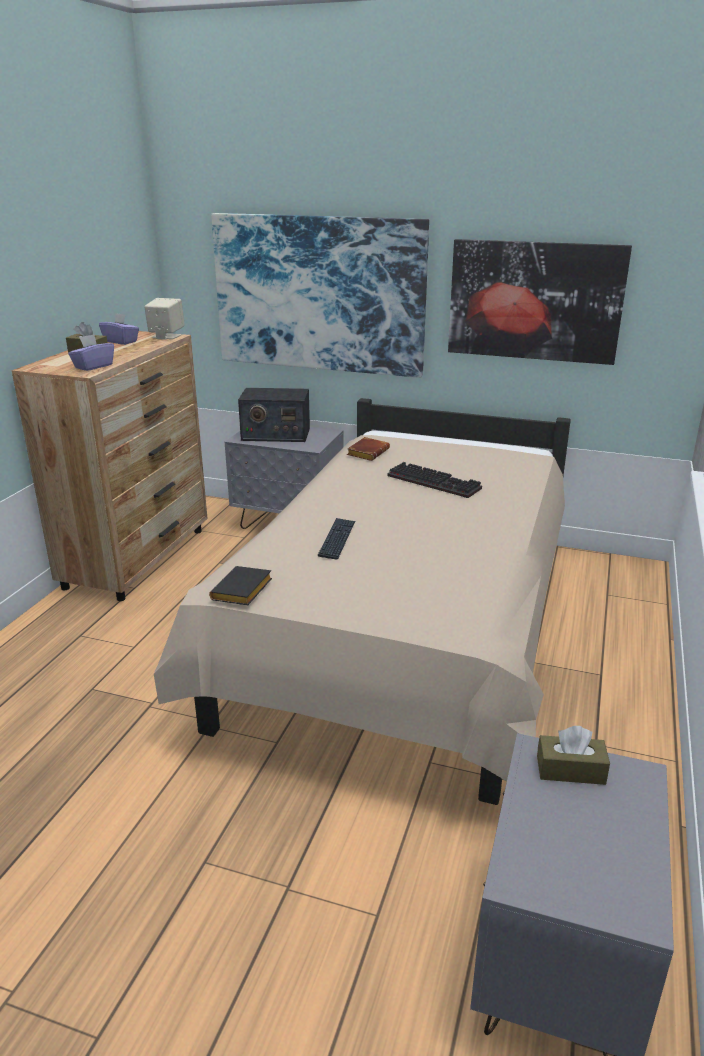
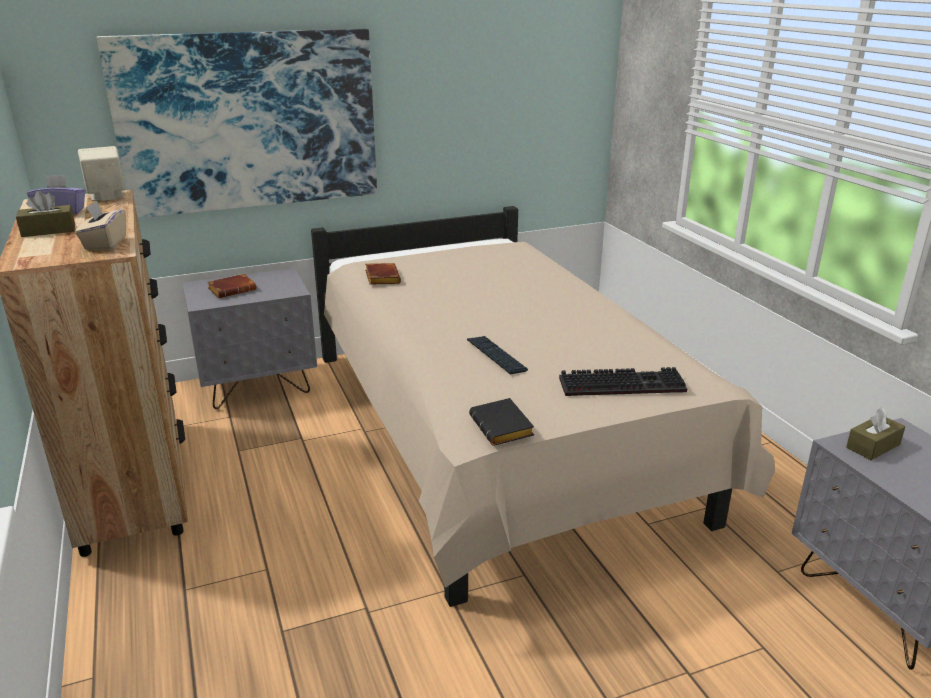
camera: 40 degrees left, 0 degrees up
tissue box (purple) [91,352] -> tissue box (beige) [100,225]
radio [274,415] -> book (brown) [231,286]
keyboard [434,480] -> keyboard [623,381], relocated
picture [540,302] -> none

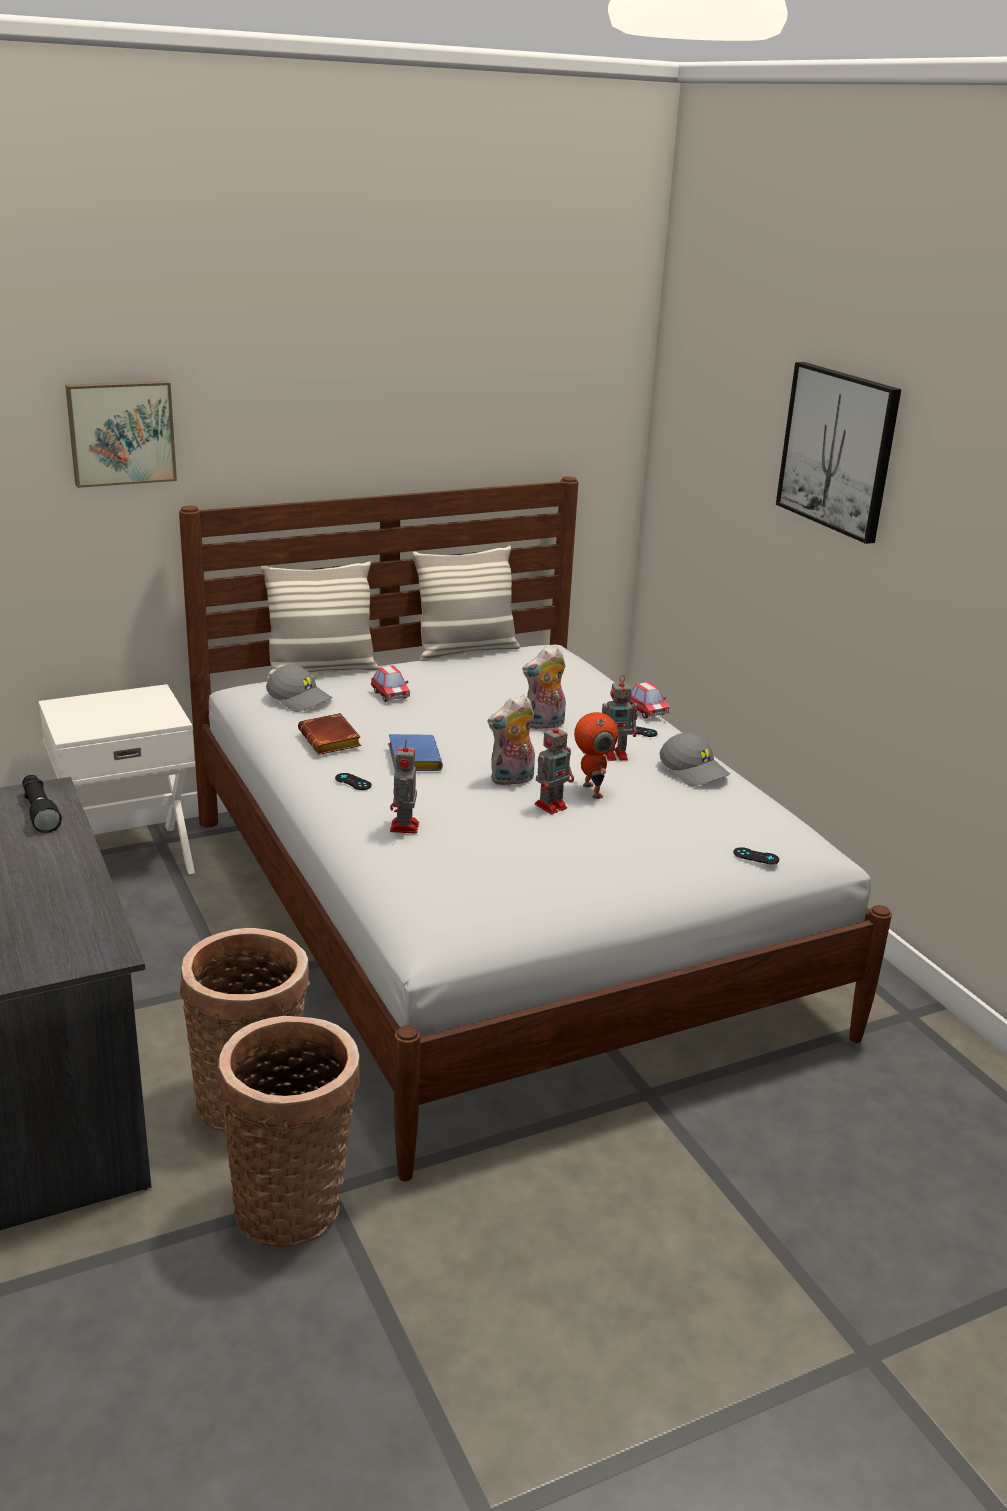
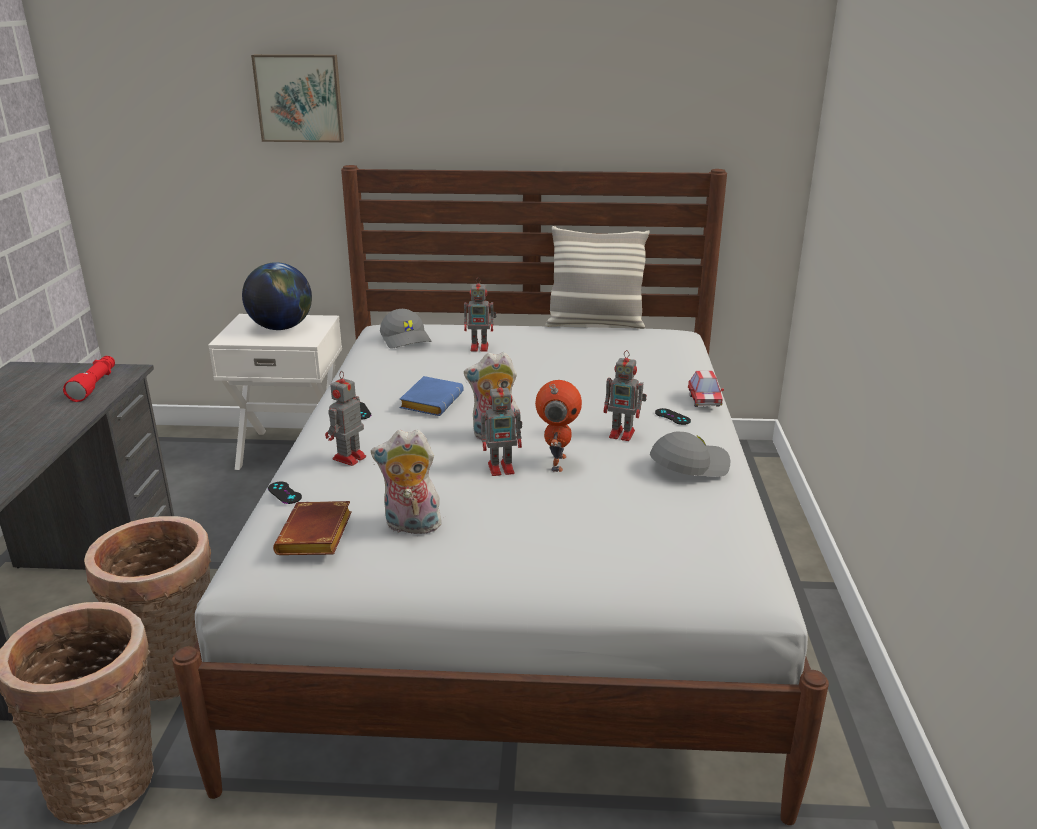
camera: 30 degrees right, 0 degrees up
flashlight (black) [42,804] -> flashlight (red) [89,379]
none -> globe [277,296]
game controller (black) [756,855] -> game controller (black) [285,493], relocated
book (brown) [329,734] -> book (brown) [312,528], relocated
plush toy [544,687] -> plush toy [406,481], relocated
toy car [390,684] -> toy robot [480,314]
cap (grey) [695,759] -> cap (grey) [690,454], 105 degrees counterclockwise
pillow [320,620] -> none
picture [838,453] -> none

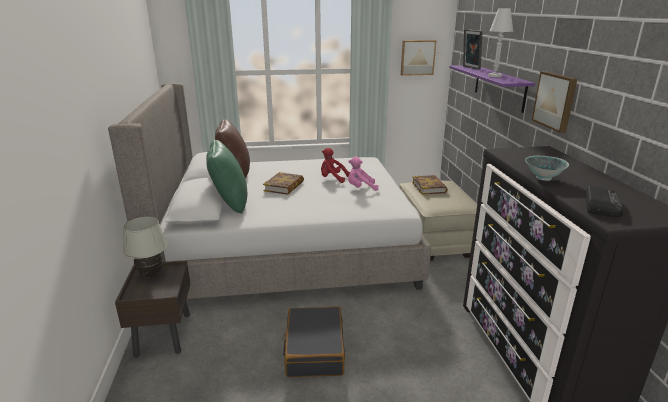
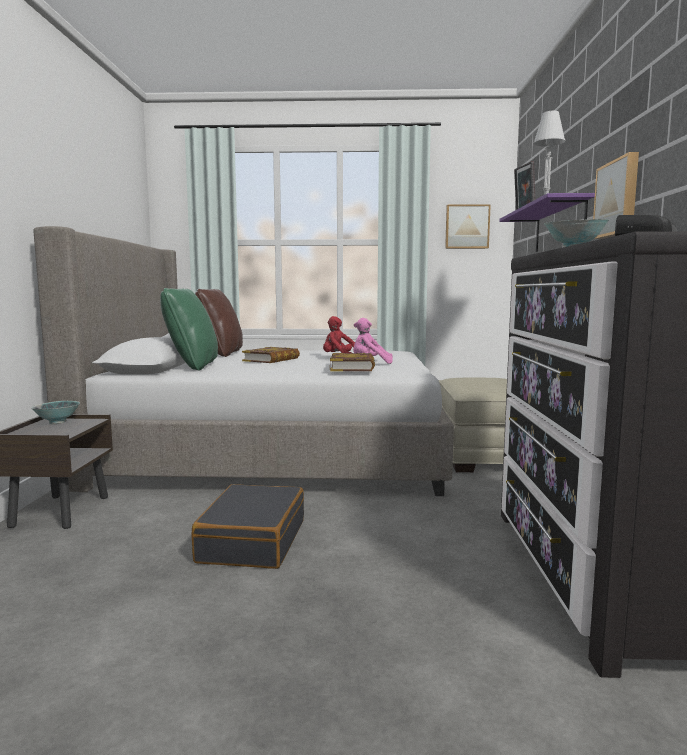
camera: 10 degrees right, 15 degrees down
table lamp (white) [145,247] -> bowl [55,412]
book [430,185] -> book [352,362], relocated

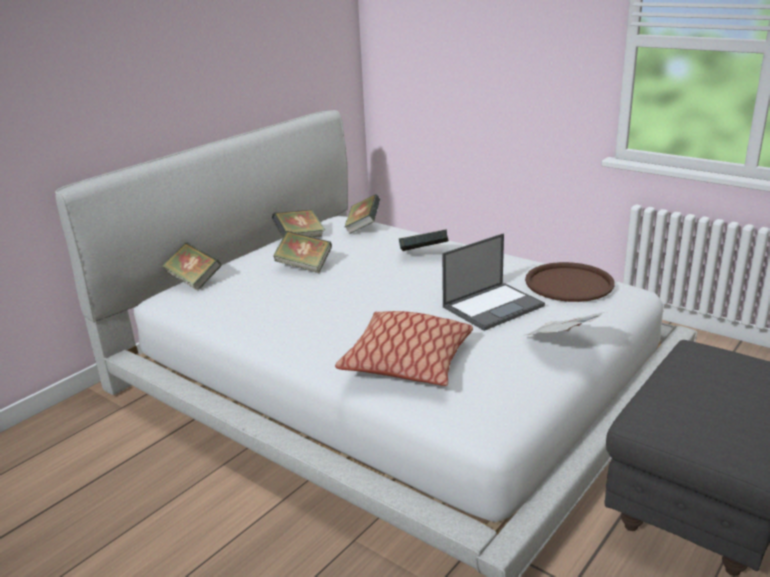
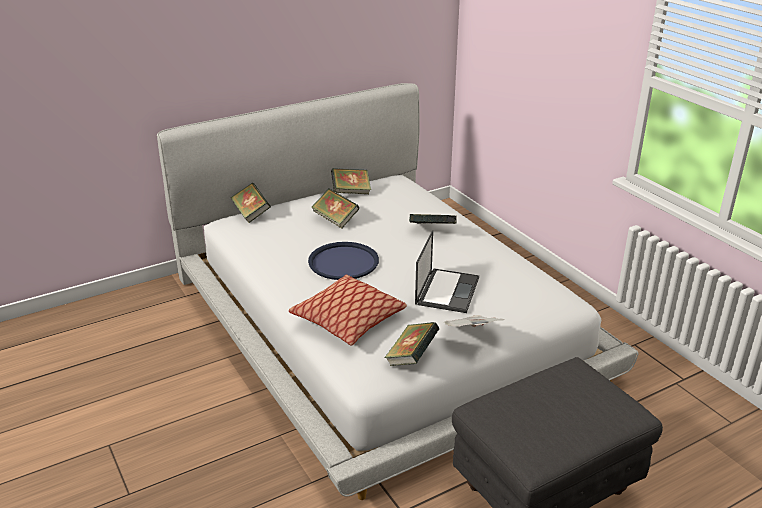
camera: 20 degrees right, 5 degrees up
none -> tray (blue) [343,261]
book [362,214] -> book [412,344], relocated
laptop [493,282] -> laptop [447,271], 60 degrees counterclockwise
tray (brown) [570,282] -> none

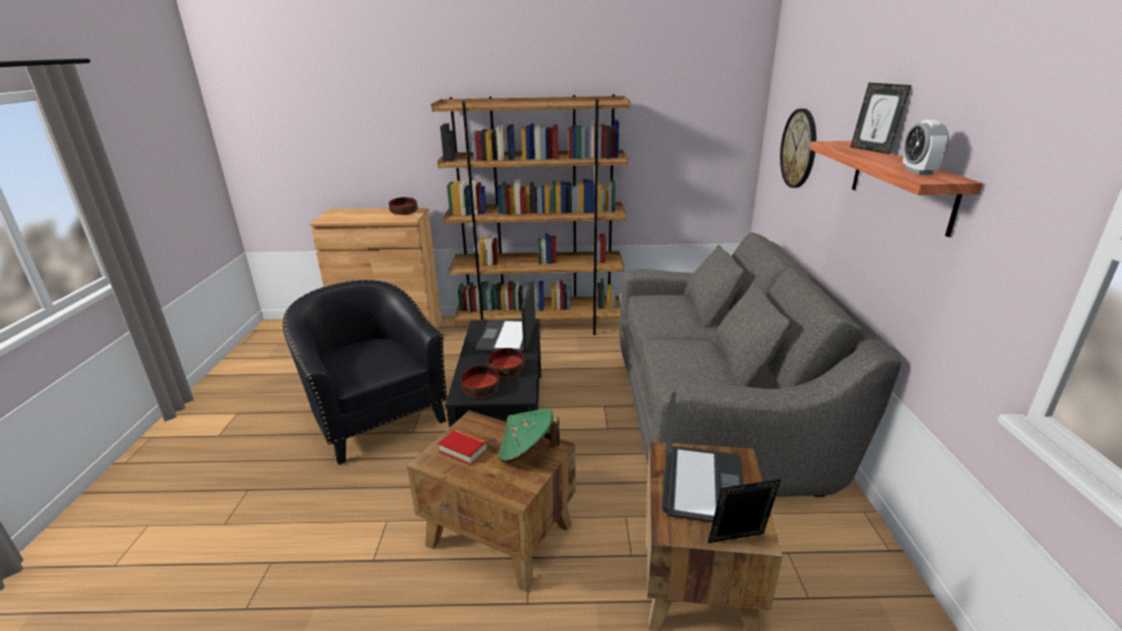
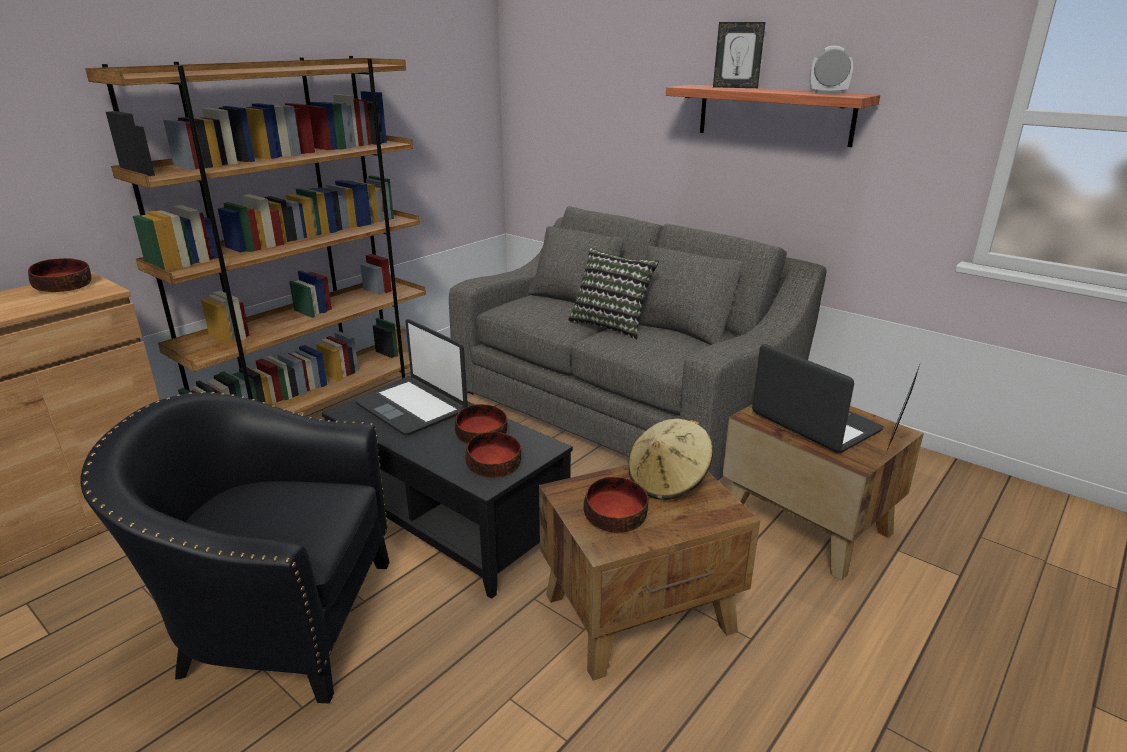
camera: 50 degrees left, 0 degrees up
none -> pillow [613,294]
book [463,447] -> bowl [616,505]
hat (green) [529,436] -> hat (beige) [670,459]
alarm clock [926,147] -> alarm clock [831,70], 150 degrees clockwise
wall clock [798,148] -> none

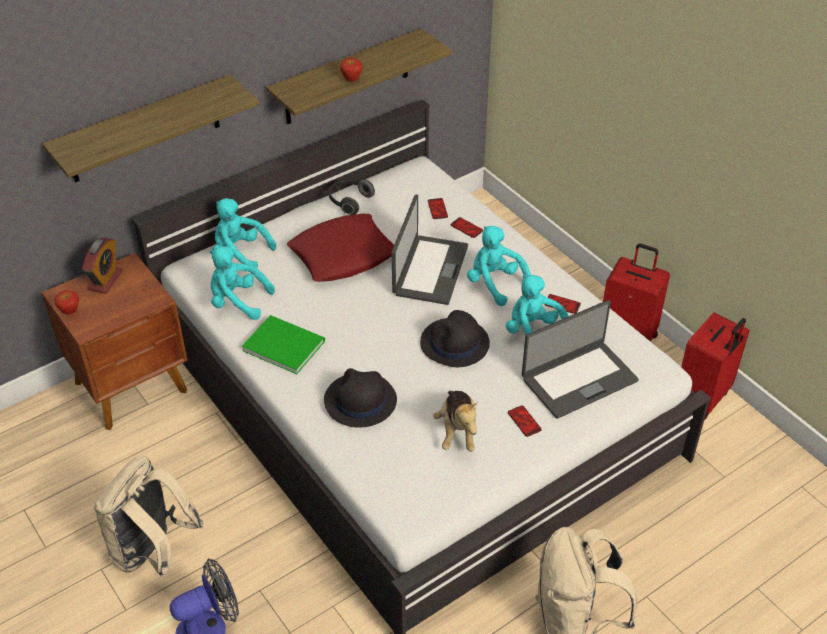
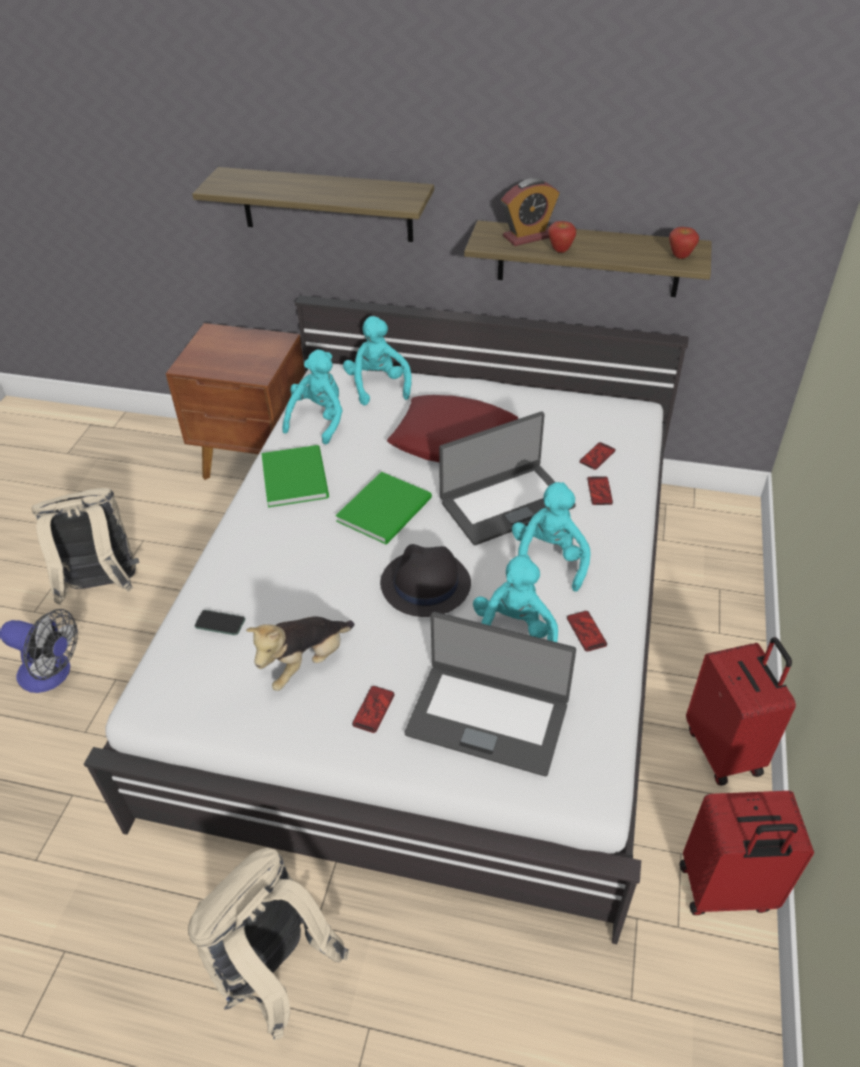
camera: 50 degrees right, 0 degrees up
none -> phone [220,622]
plush toy (turquoise) [242,283] -> plush toy (turquoise) [312,396], 45 degrees clockwise
none -> book (green) [384,508]
alarm clock [102,266] -> alarm clock [530,212], relocated
apple [66,302] -> apple [684,243], relocated
hat (black) [360,398] -> none
headphones [352,197] -> none

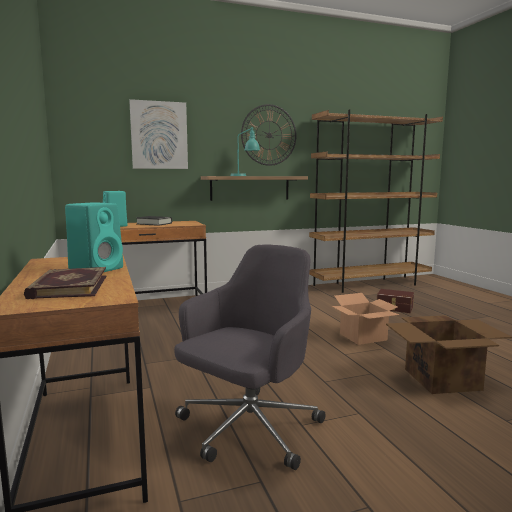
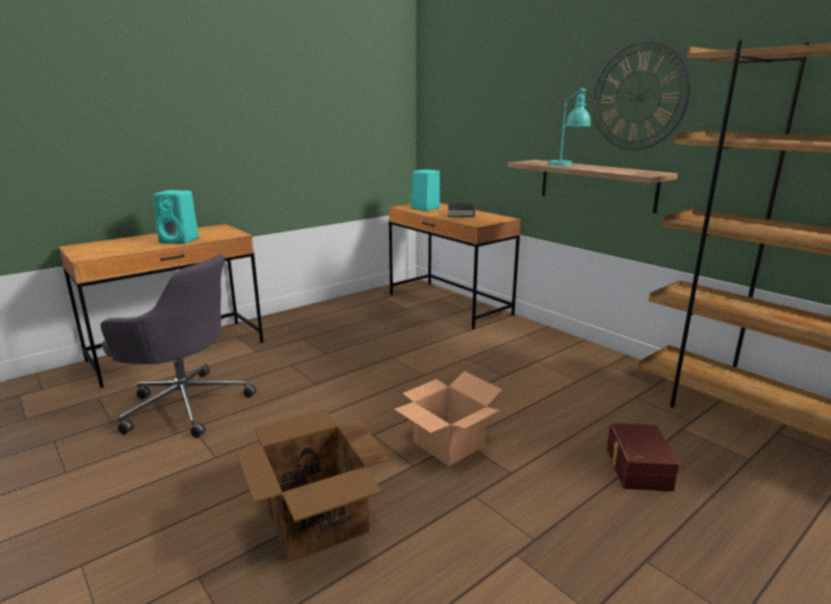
camera: 70 degrees right, 10 degrees up
book [65,283] -> none
picture [158,134] -> none

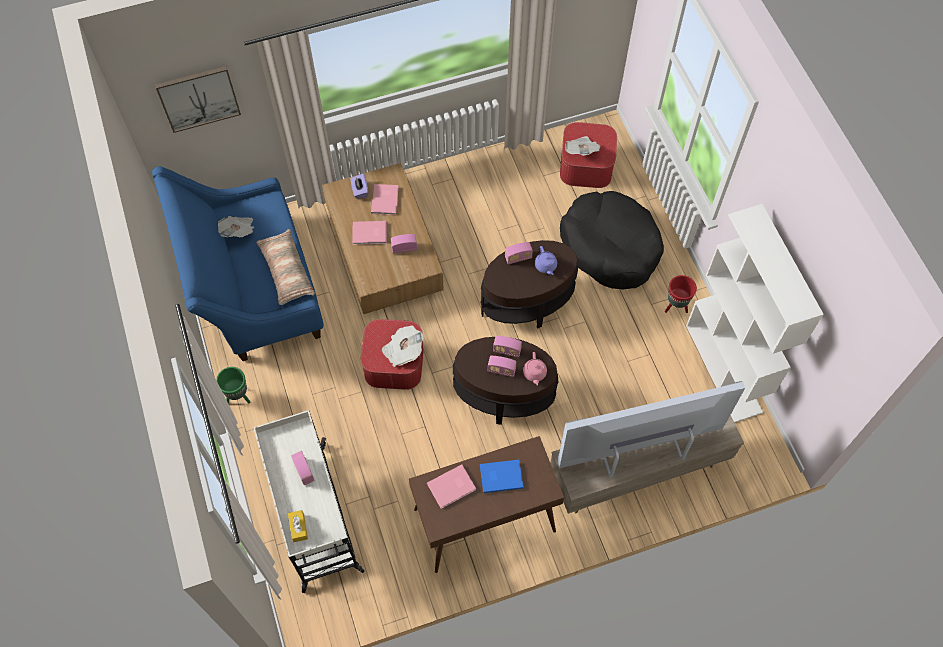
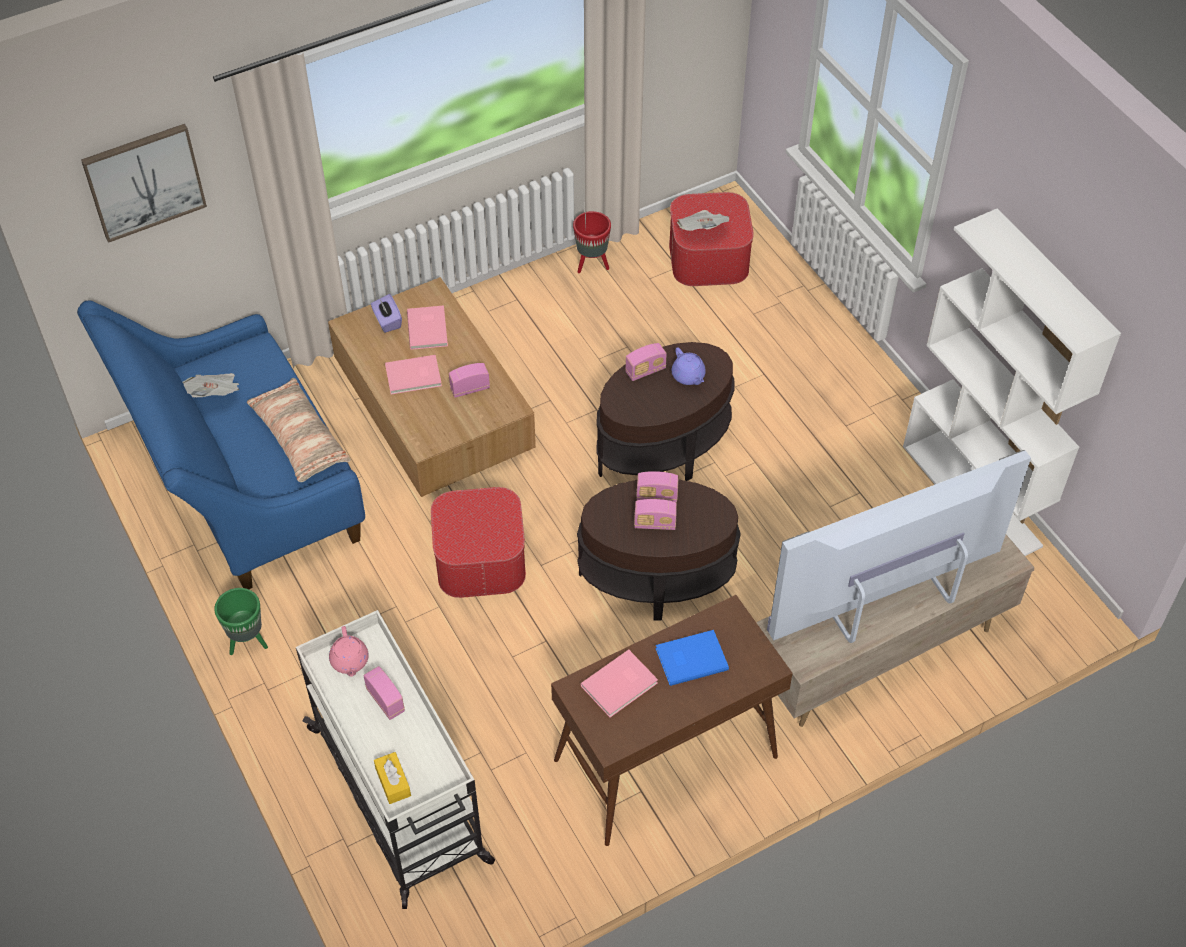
camera: 10 degrees left, 10 degrees down
teapot (pink) [535,369] -> teapot (pink) [349,651], relocated
planter (red) [681,294] -> planter (red) [592,242], relocated
newspaper [403,346] -> none
dog bed (black) [612,240] -> none

